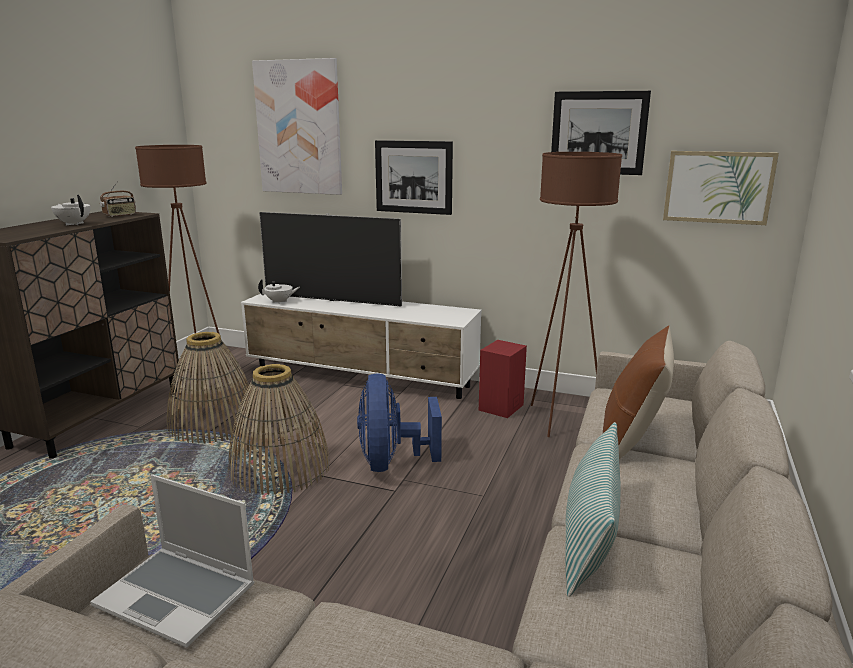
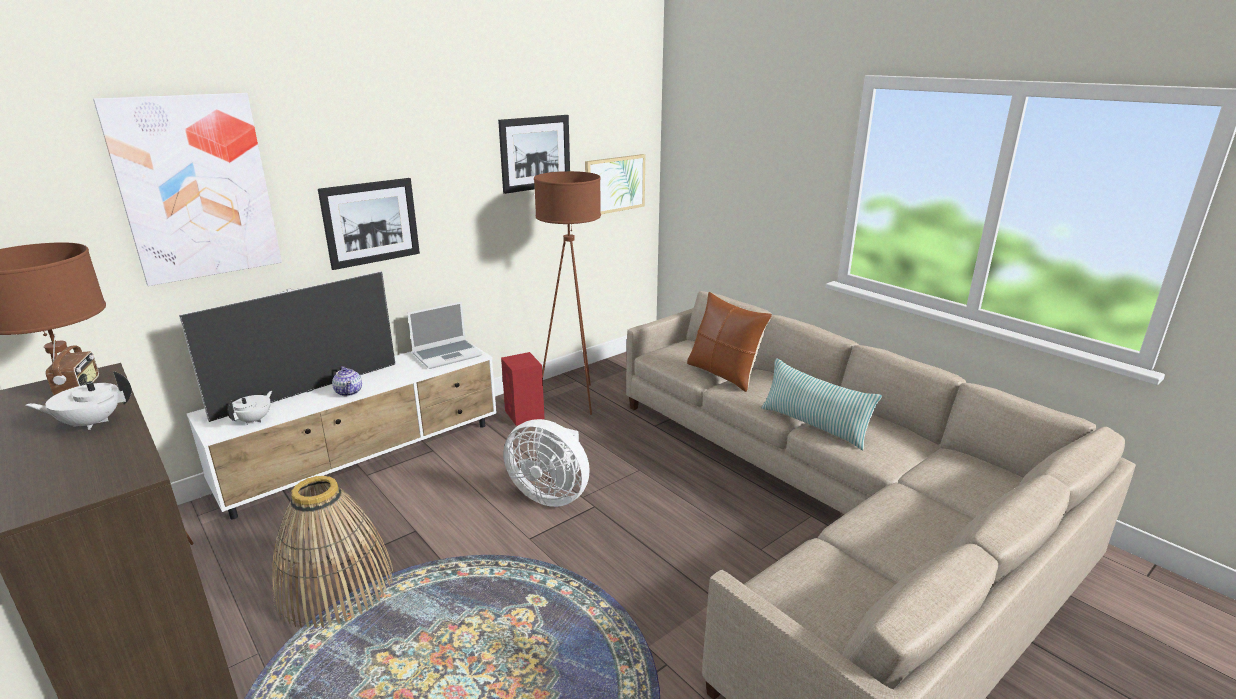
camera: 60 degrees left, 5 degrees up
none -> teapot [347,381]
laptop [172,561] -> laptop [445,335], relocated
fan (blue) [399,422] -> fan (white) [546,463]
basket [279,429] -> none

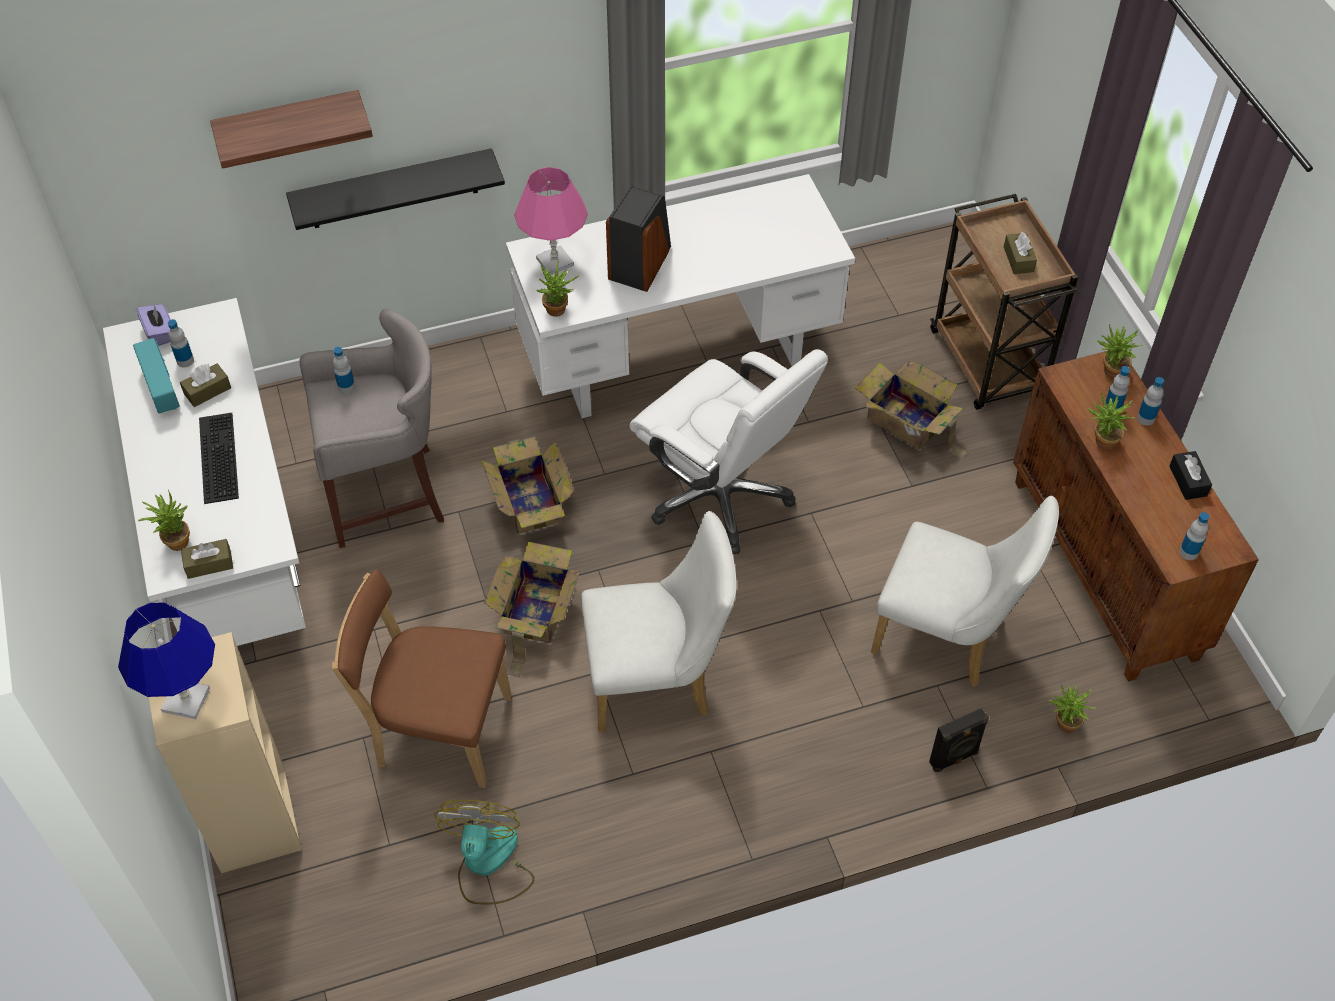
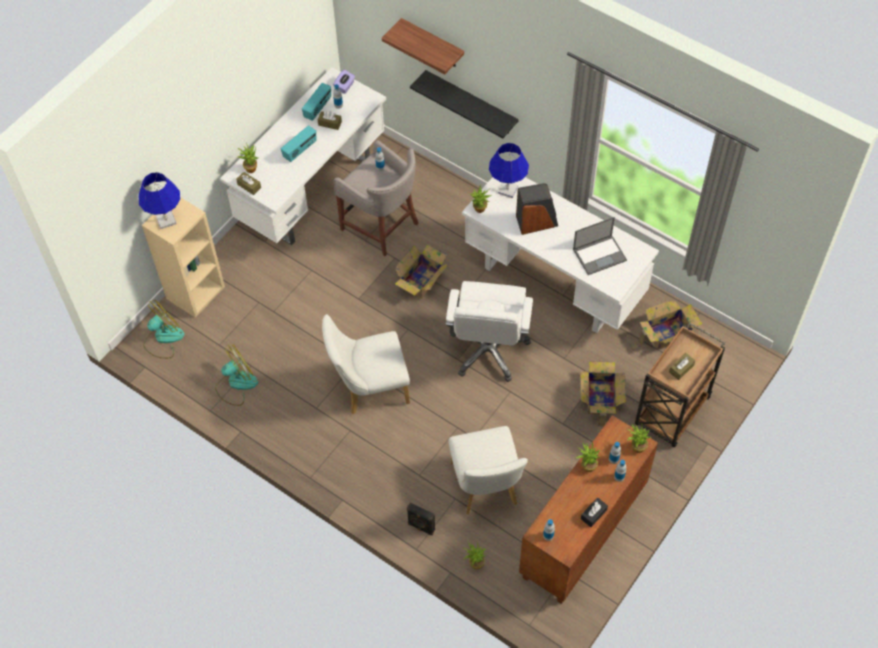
camera: 55 degrees right, 5 degrees up
none -> fan [164,329]
keyboard [219,458] -> radio [298,143]
chair (white) [659,622] -> chair (white) [366,364], 120 degrees clockwise
table lamp (pink) [551,221] -> table lamp (blue) [509,170]
none -> laptop [600,246]
cardboard box [532,609] -> cardboard box [666,325], relocated
chair (brown) [422,678] -> none

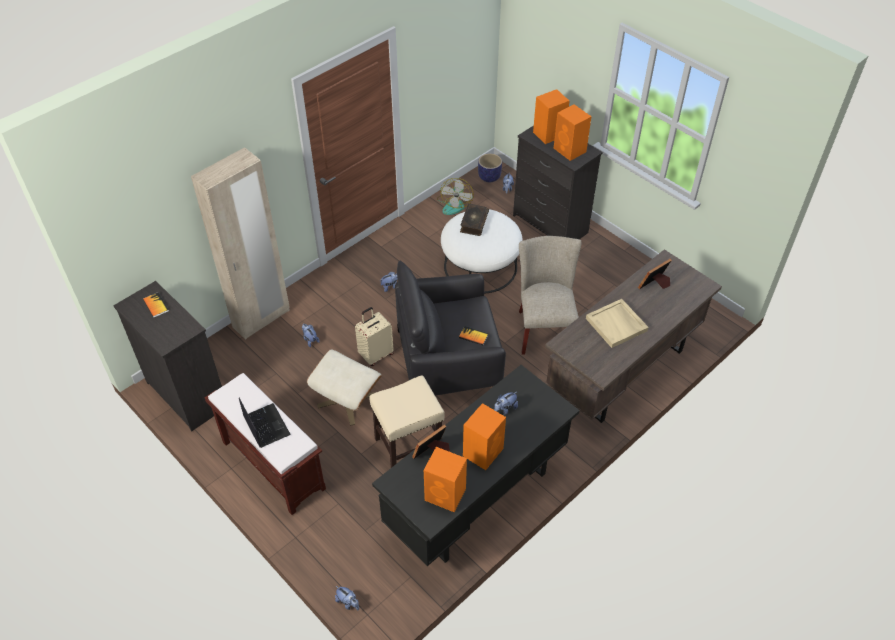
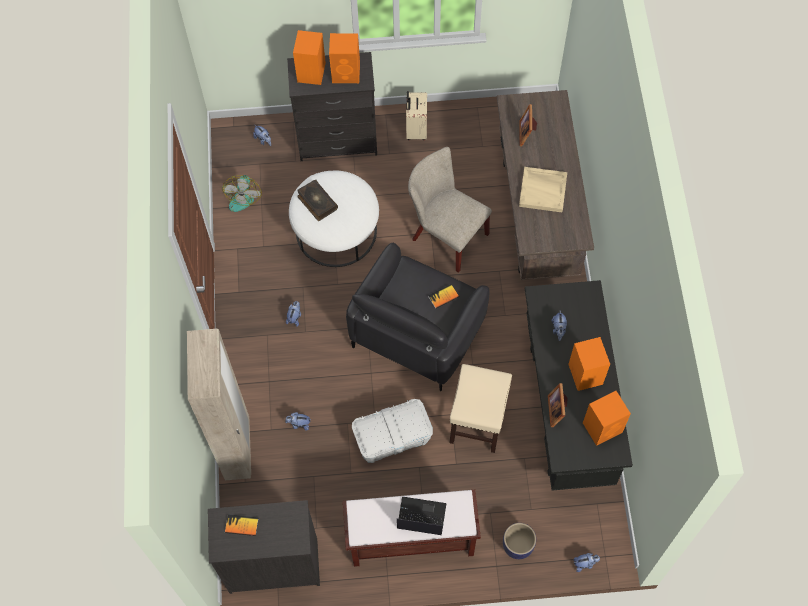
camera: 50 degrees left, 15 degrees up
fan [455,196] -> fan [242,193], 45 degrees clockwise
ottoman (beige) [344,388] -> storage box (white) [392,431]
suitcase (beige) [374,336] -> suitcase (beige) [416,115], relocated
planter [490,167] -> planter [519,541], relocated

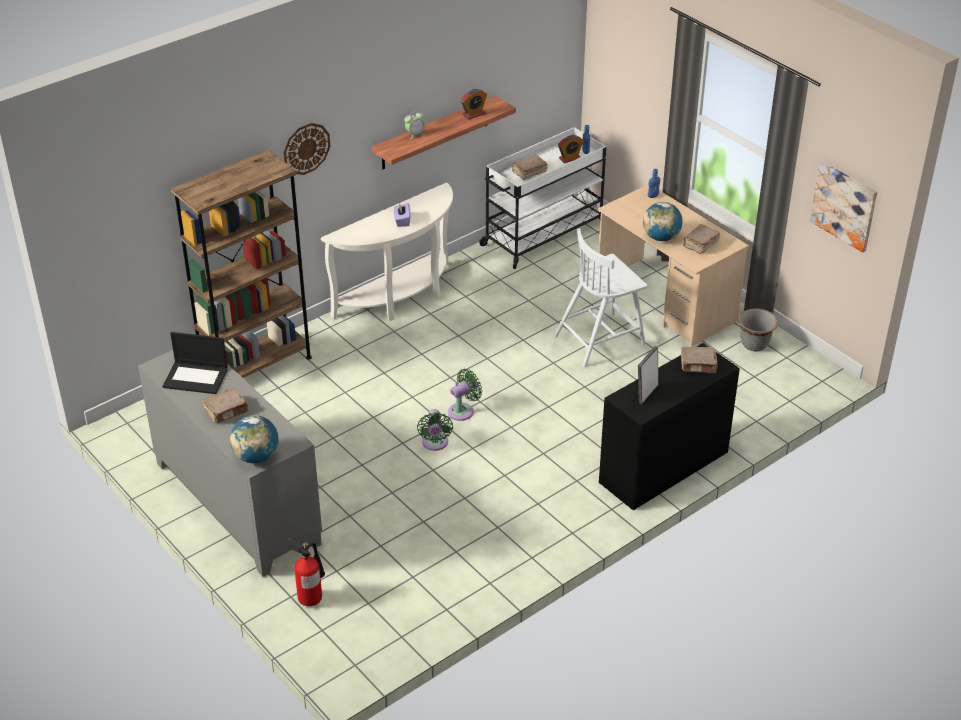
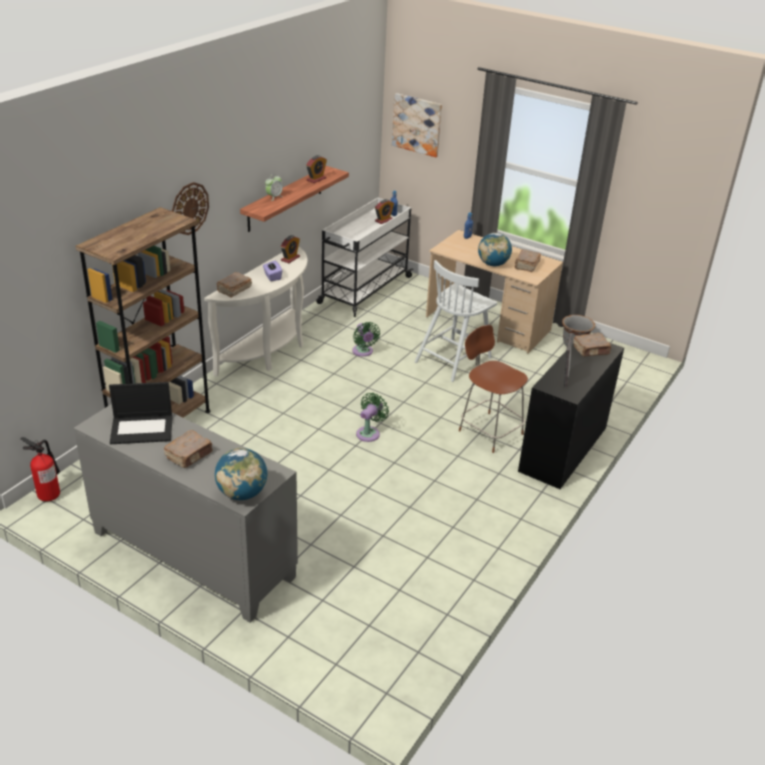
camera: 20 degrees left, 5 degrees down
fire extinguisher [306,571] -> fire extinguisher [40,469], relocated
book (brown) [530,167] -> book (brown) [234,284], relocated
none -> alarm clock [290,249]
fan (green) [435,430] -> fan (green) [366,339], relocated
picture [843,207] -> picture [417,125], relocated
none -> chair (brown) [493,389]

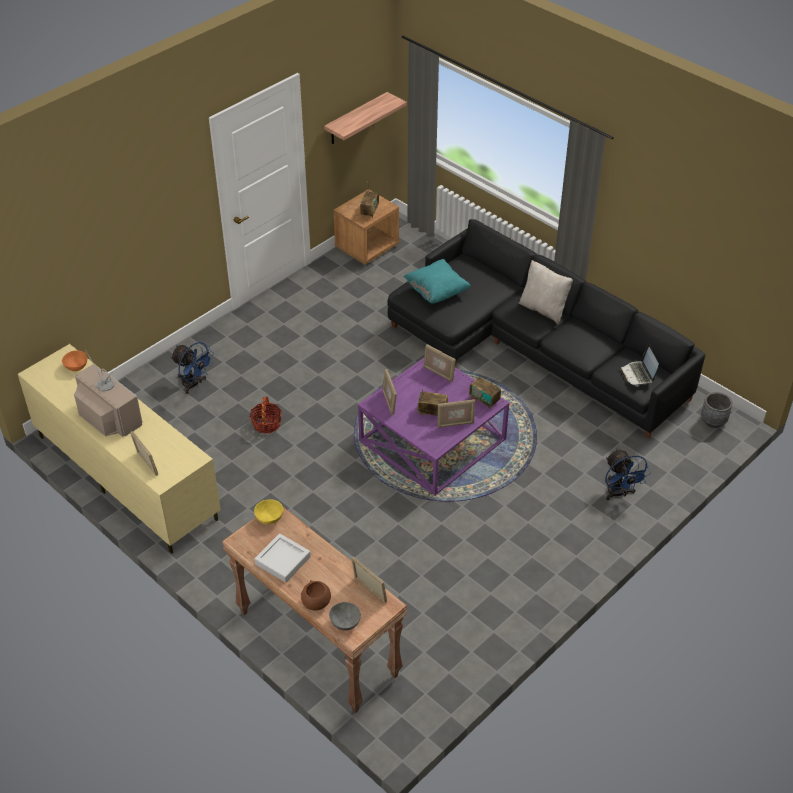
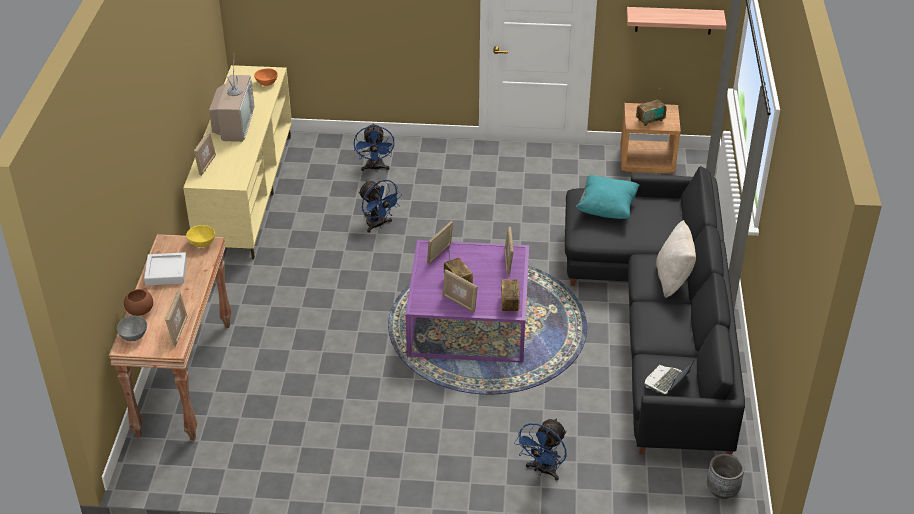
camera: 50 degrees right, 5 degrees down
basket [266,414] -> fan (blue) [380,206]

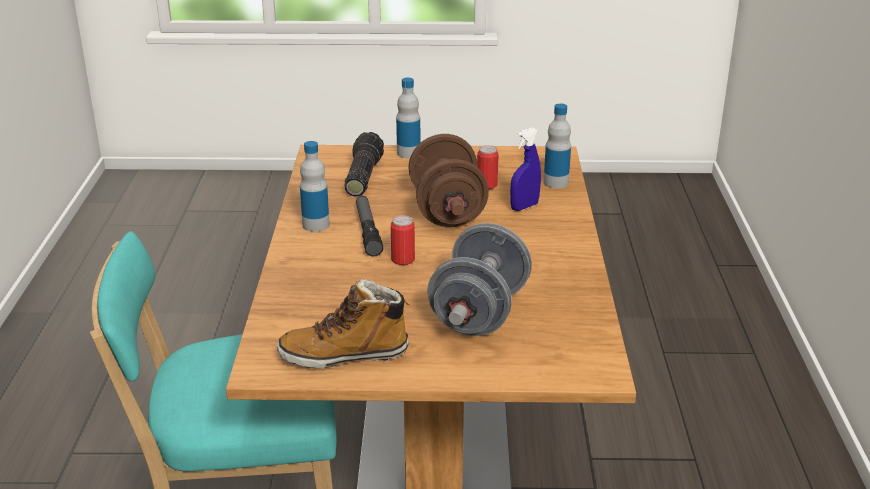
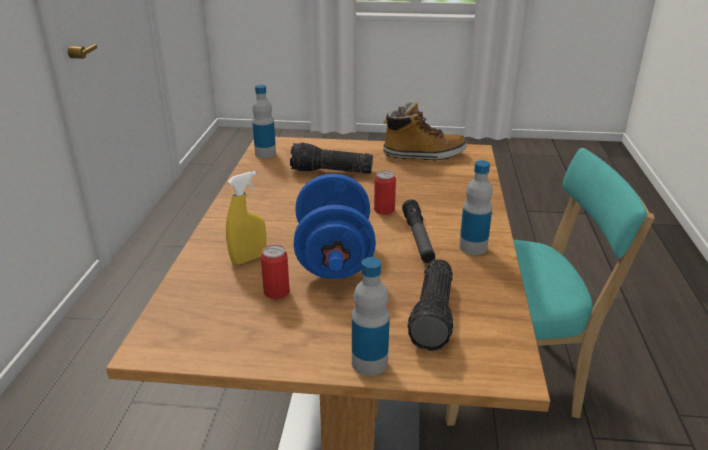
camera: 175 degrees left, 0 degrees up
spray bottle (blue) [525,169] -> spray bottle (yellow) [246,218]
bottle [557,146] -> bottle [264,121], relocated
dumbbell (grey) [479,279] -> flashlight [331,158]
dumbbell (brown) [448,180] -> dumbbell (blue) [335,226]

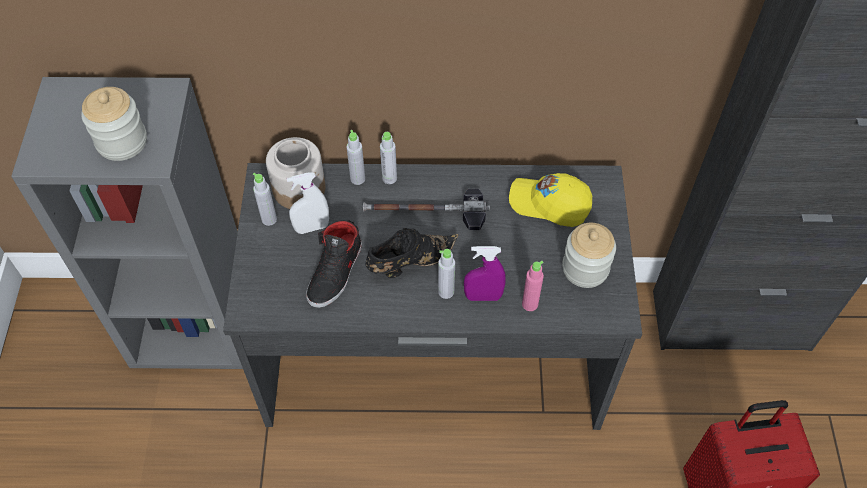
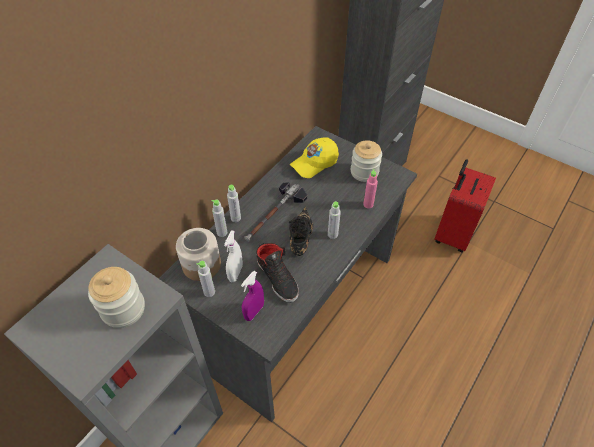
camera: 55 degrees left, 5 degrees down
spray bottle (purple) [485,273] -> spray bottle (purple) [252,296], relocated

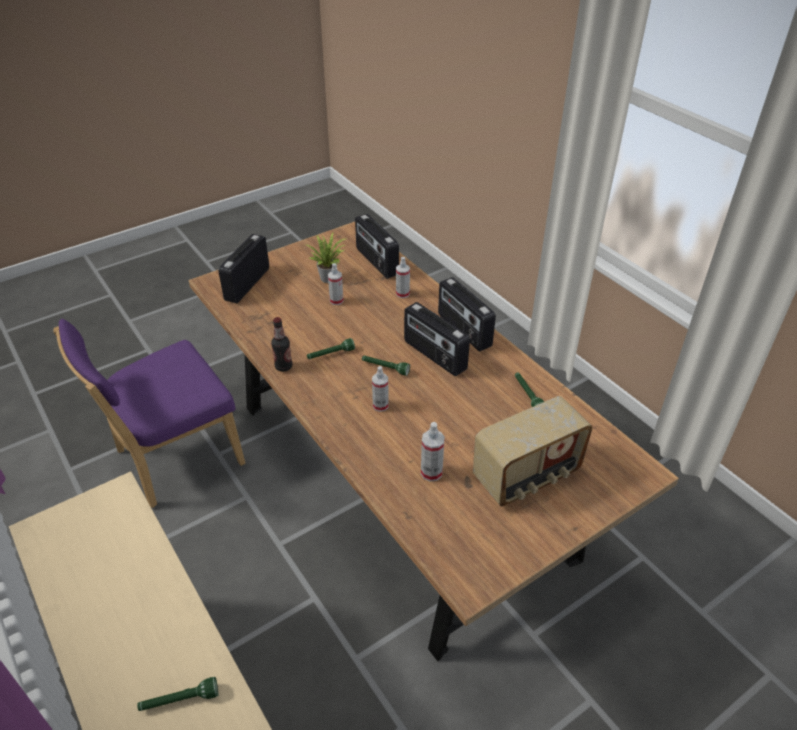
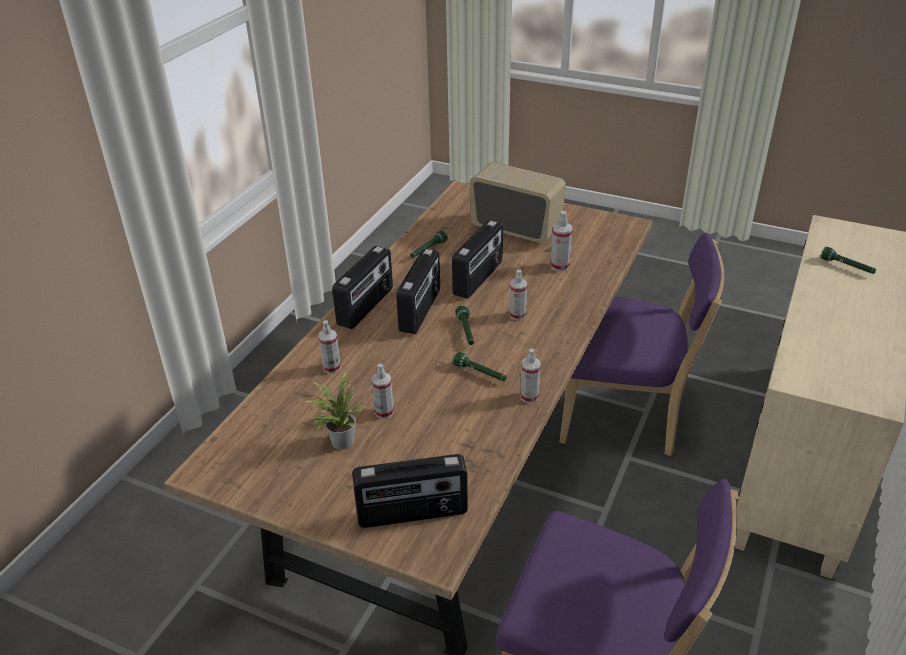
camera: 120 degrees left, 5 degrees down
radio [377,246] -> radio [477,259], relocated
bottle [281,344] -> spray bottle [530,375]
none -> chair (purple) [641,344]

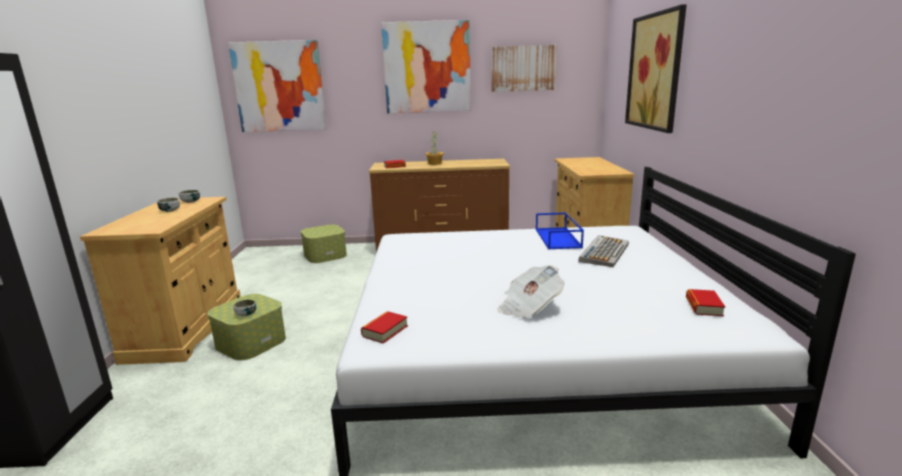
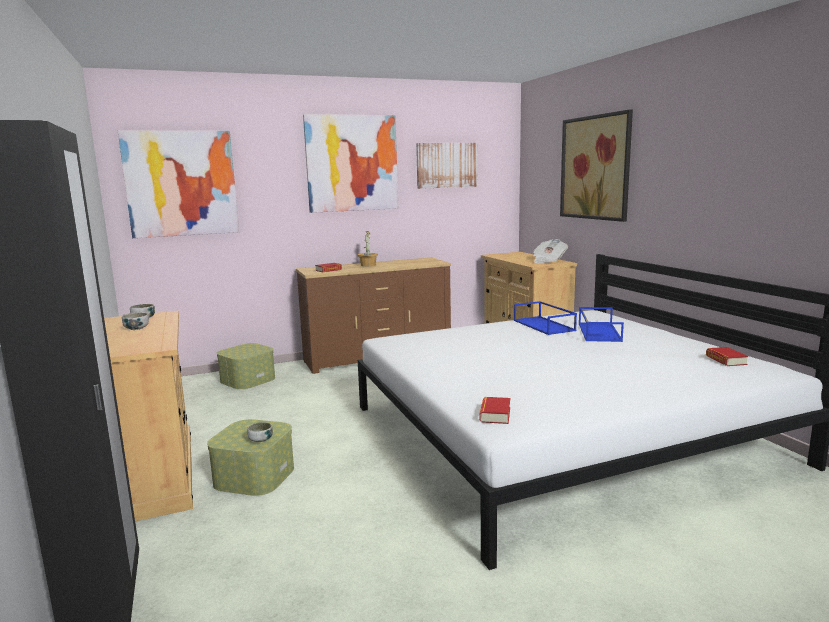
camera: 20 degrees left, 5 degrees down
newspaper [531,292] -> newspaper [550,251], relocated
keyboard [603,251] -> tray (blue) [601,324]

